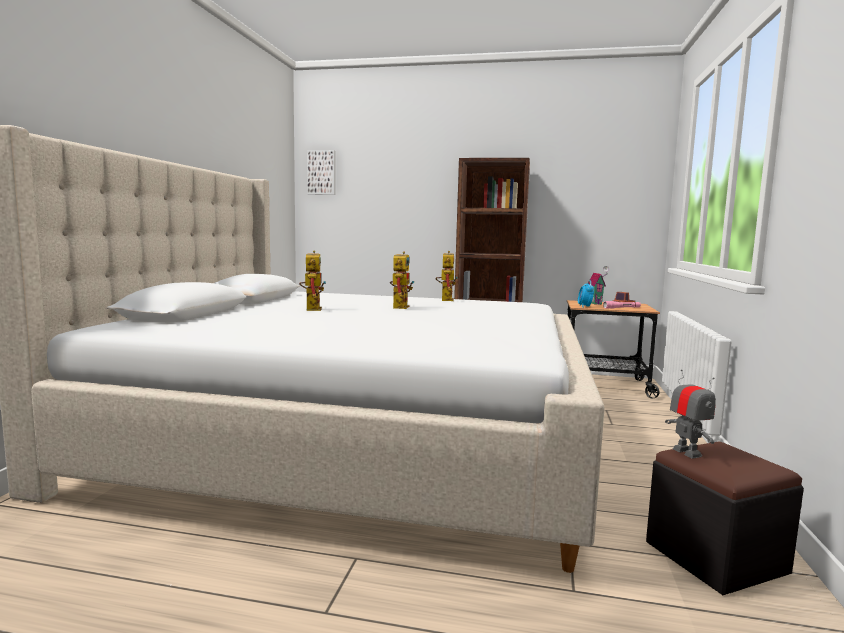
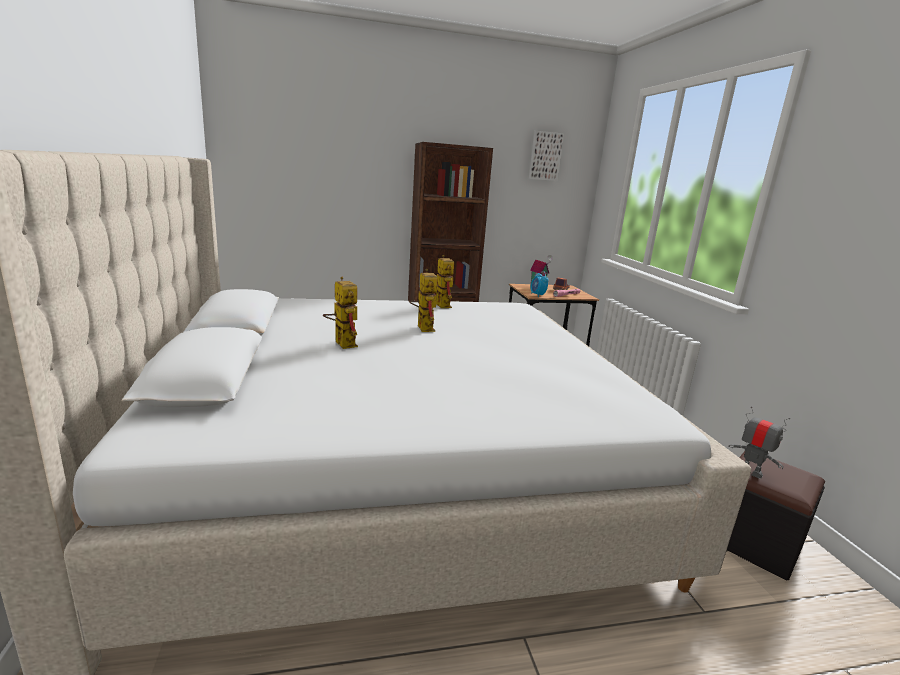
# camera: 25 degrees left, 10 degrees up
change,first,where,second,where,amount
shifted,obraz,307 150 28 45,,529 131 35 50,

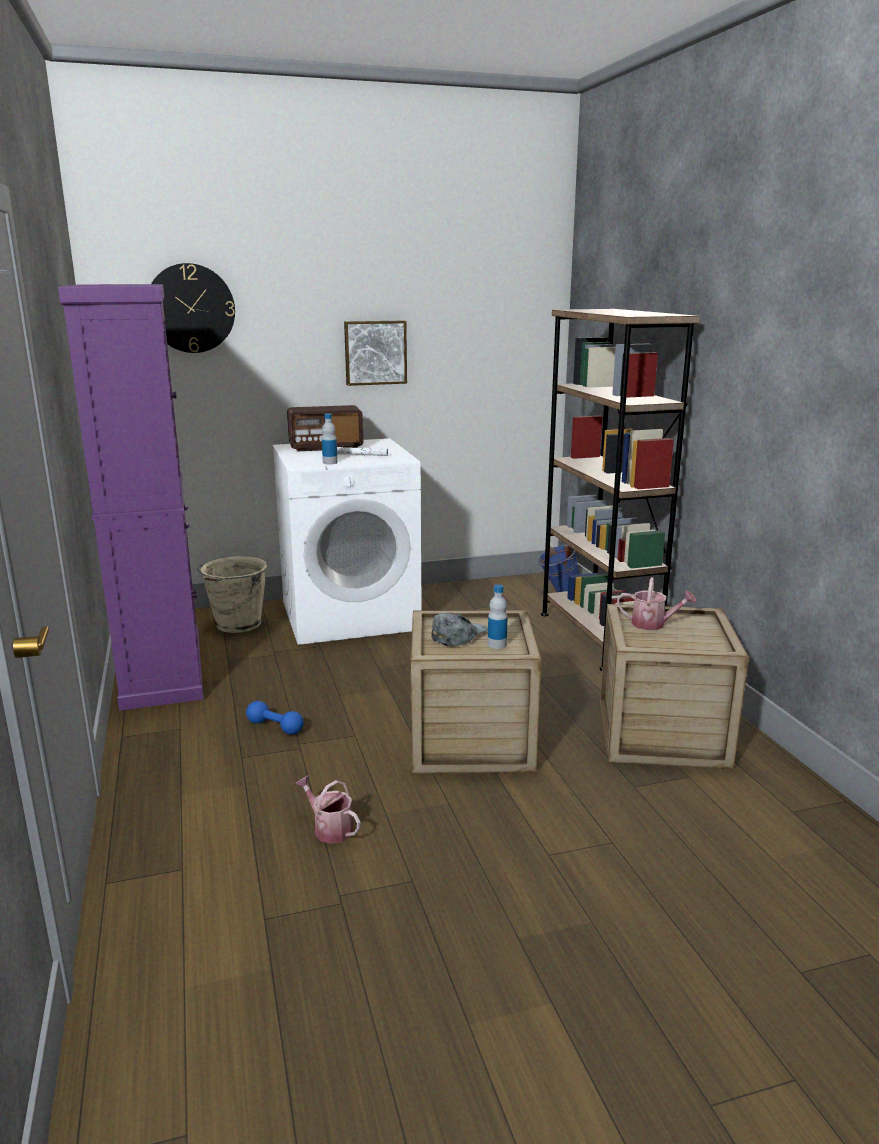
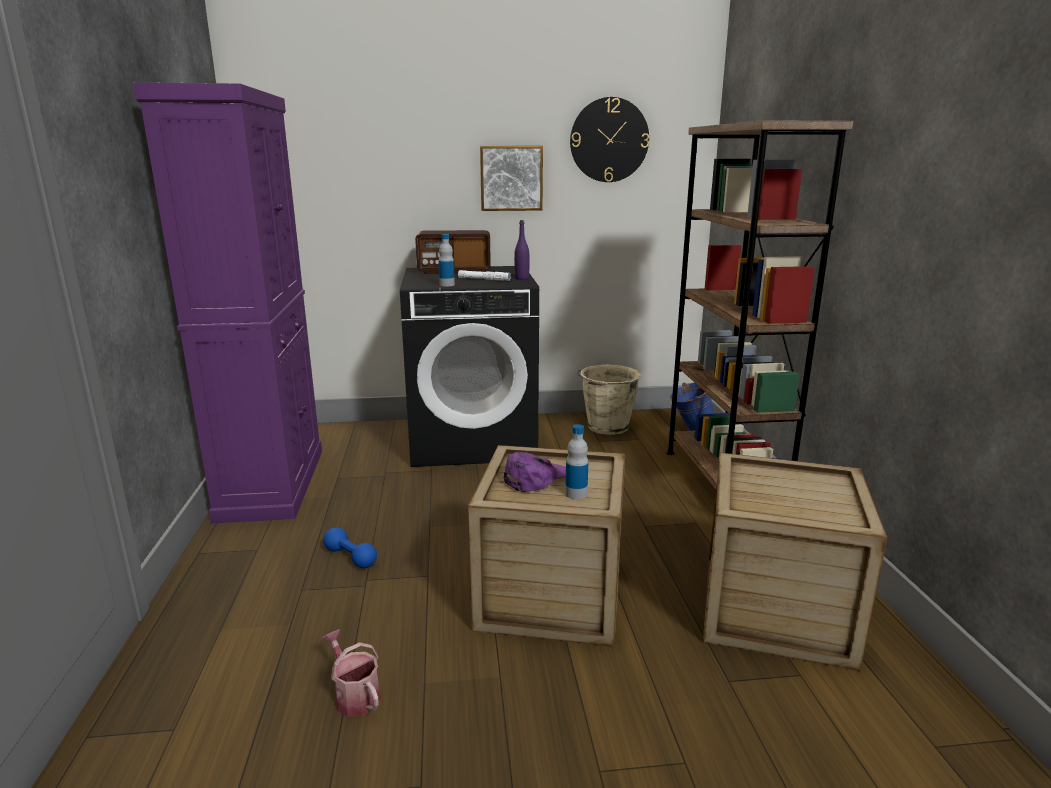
# camera: 10 degrees right, 0 degrees up
change,first,where,second,where,amount
repainted,pralka [biały],273 438 149 207,pralka [czarny],400 266 139 201,
repainted,czapka z daszkiem [szary],431 612 57 35,czapka z daszkiem [fioletowy],504 452 62 40,
new,,,butelka [fioletowy],514 220 15 60,
shifted,zegar ścienny,151 263 84 90,,570 97 79 85,
shifted,wiadro [beżowy],197 557 70 76,,577 365 64 70,
gone,konewka,617 577 79 53,,,

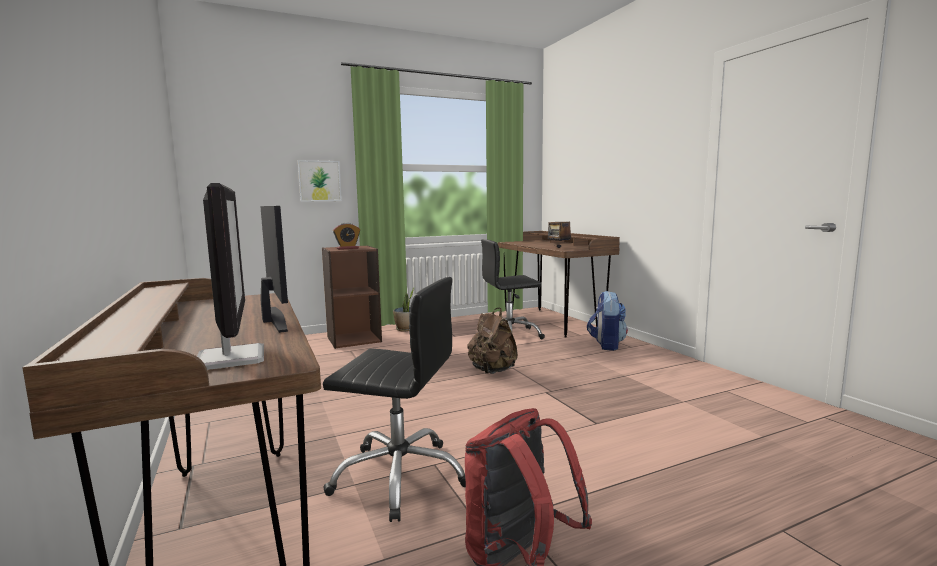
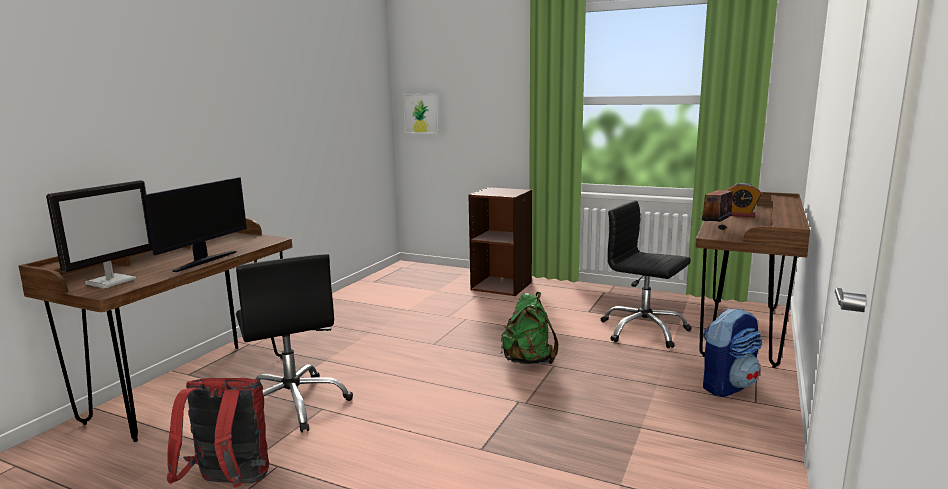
# camera: 50 degrees right, 5 degrees up
change,first,where,second,where,amount
shifted,obraz,298 160 44 42,,403 93 36 41,
repainted,plecak [brązowy],467 307 51 67,plecak [zielony],501 292 57 72,
shifted,budzik,333 223 27 27,,726 183 35 34,
gone,roślina doniczkowa,393 287 22 44,,,

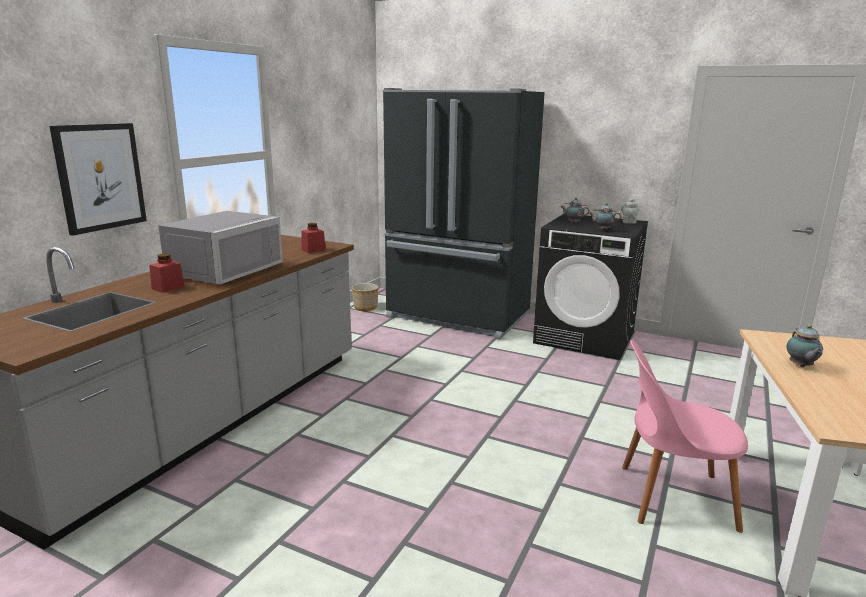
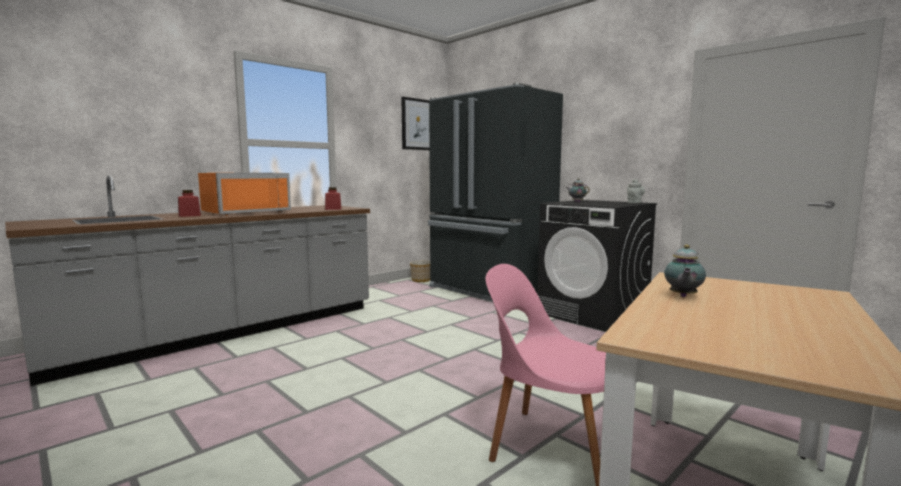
# camera: 20 degrees right, 10 degrees down
change,first,where,second,where,amount
repainted,mikrofalówka [szary],158 211 125 73,mikrofalówka [pomarańczowy],198 173 93 43,
shifted,obraz,49 123 98 113,,401 97 28 53,
gone,imbryk,589 203 32 27,,,

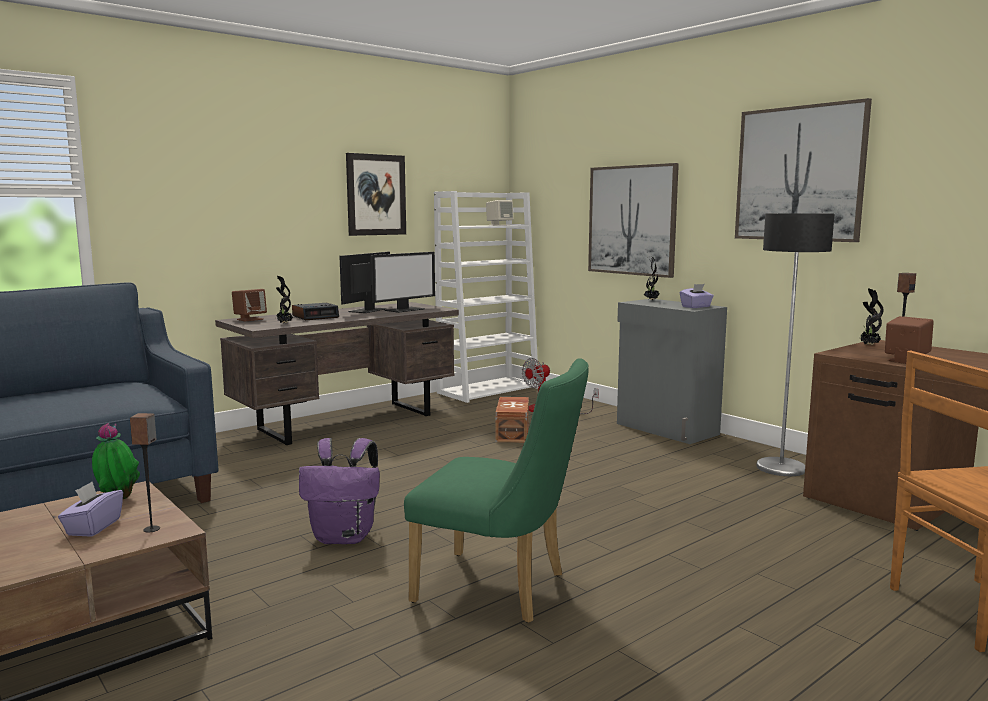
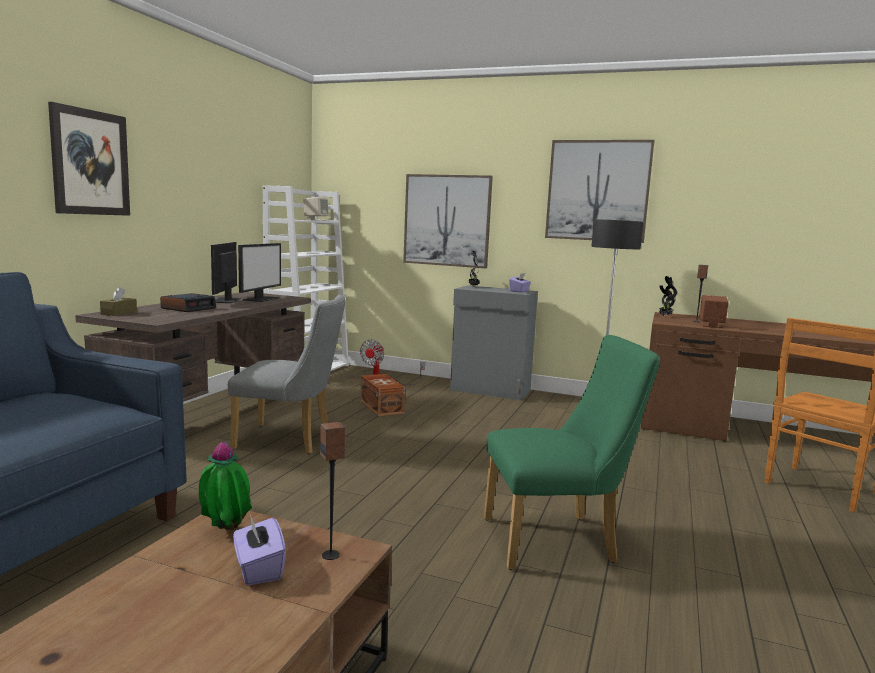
# camera: 30 degrees left, 0 degrees up
change,first,where,second,where,amount
shifted,obraz,346 153 60 83,,48 102 82 114,
swapped,głośnik [brązowy],232 289 35 33,pudełko chusteczek [brązowy],100 287 37 29,
new,,,krzesło [szary],228 295 117 159,
gone,roślina doniczkowa,275 276 18 47,,,
gone,plecak [fioletowy],299 438 81 106,,,

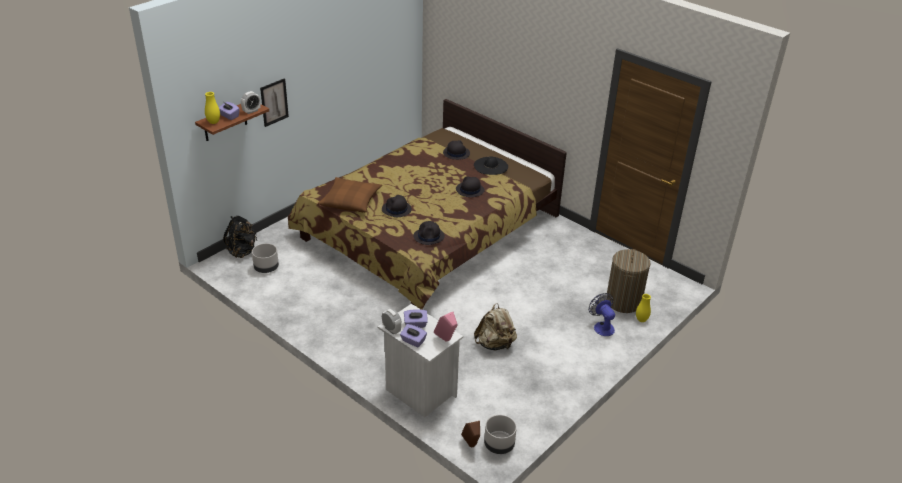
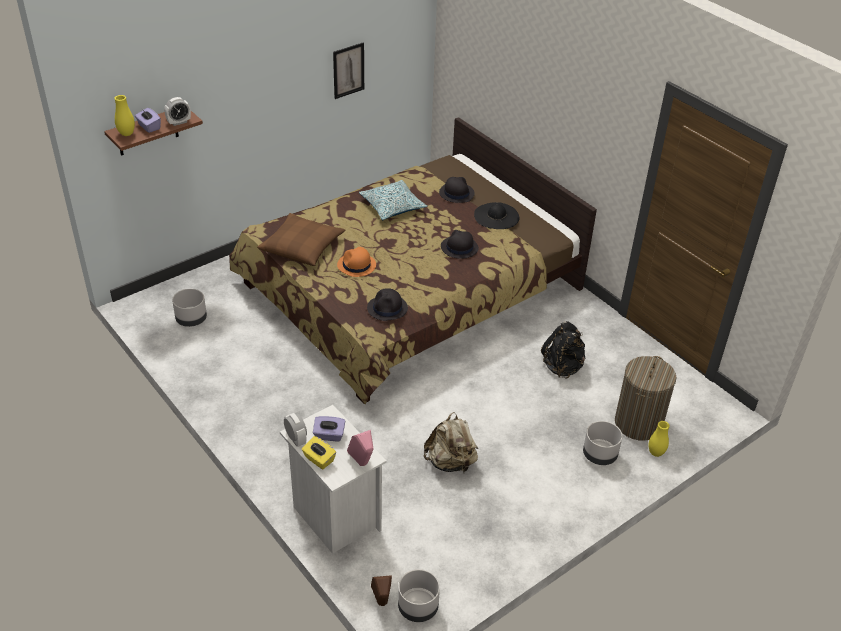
# camera: 10 degrees right, 5 degrees up
change,first,where,second,where,amount
repainted,pudełko chusteczek [fioletowy],400 324 27 23,pudełko chusteczek [żółty],302 436 34 33,
shifted,obraz,260 78 29 49,,333 43 31 56,
repainted,kapelusz [czarny],382 195 30 22,kapelusz [pomarańczowy],337 247 39 30,
new,,,poduszka,359 180 68 40,
shifted,plecak [czarny],223 216 34 42,,541 321 44 58,
swapped,wentylator,589 293 26 43,donica [szary],583 421 39 44,

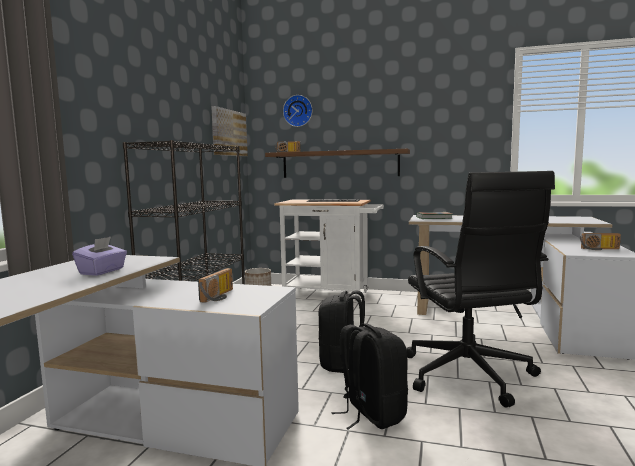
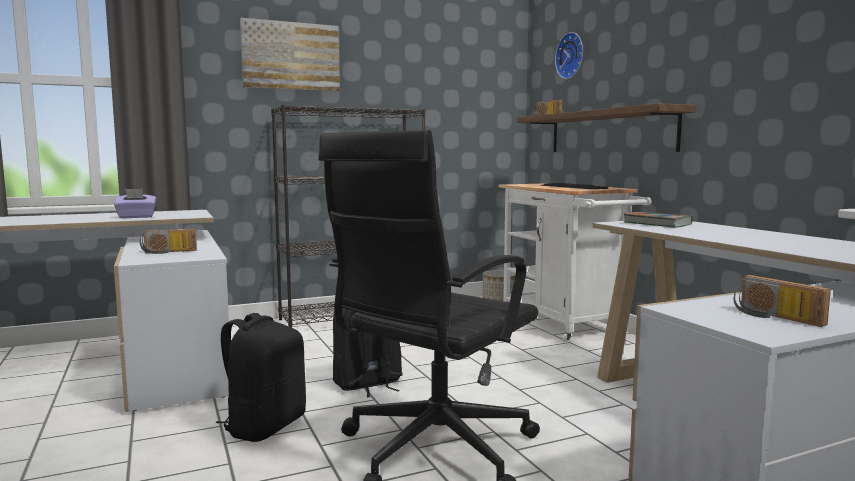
# camera: 50 degrees right, 0 degrees up
change,first,where,second,where,amount
shifted,obraz,211 106 37 50,,240 18 100 73,

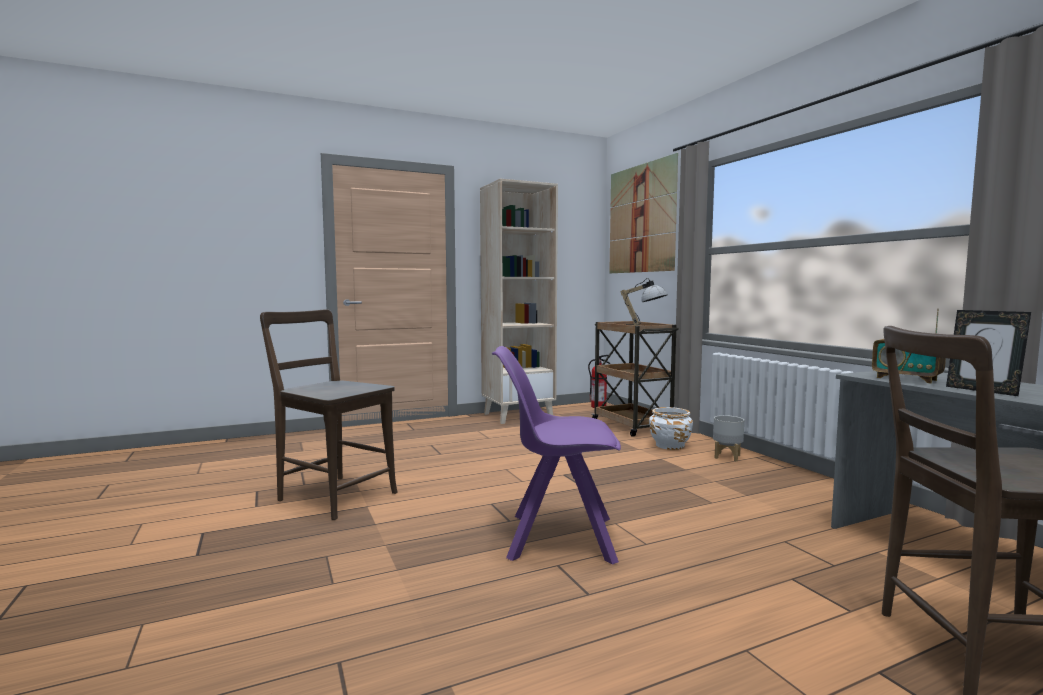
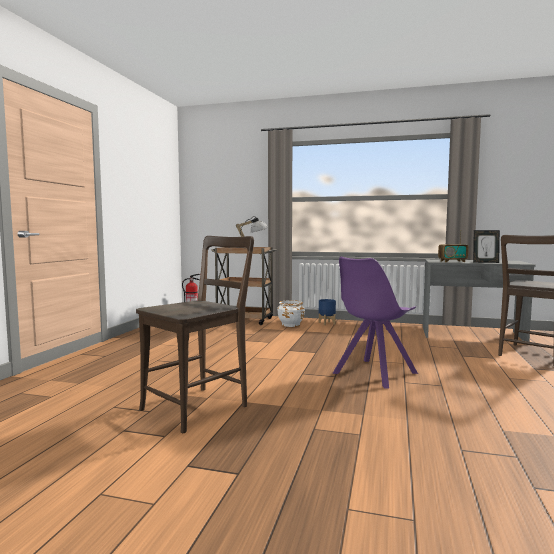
# camera: 50 degrees left, 0 degrees up
change,first,where,second,where,amount
rotated,krzesło [brązowy],260 309 138 211,,136 236 118 197,150 degrees clockwise
repainted,donica [szary],713 415 31 46,donica [niebieski],319 299 17 26,
gone,regał [beżowy],480 179 78 245,,,
gone,obraz,609 153 69 120,,,

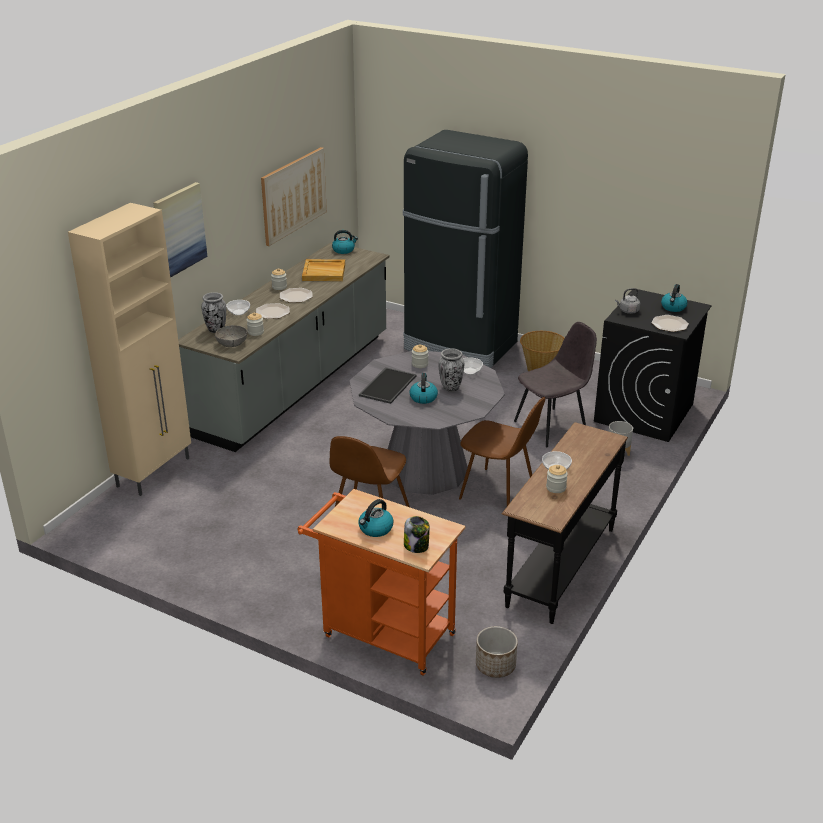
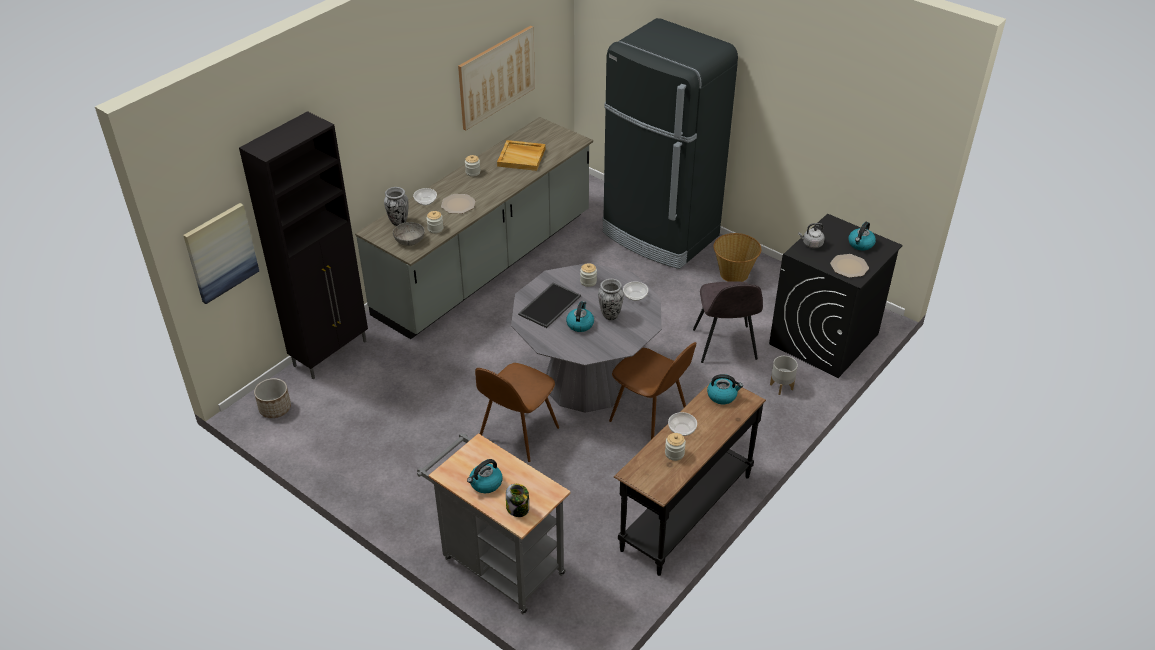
# camera: 10 degrees right, 10 degrees up
change,first,where,second,where,amount
shifted,obraz,153 182 54 96,,183 203 76 101,
repainted,szafka [beżowy],68 203 123 293,szafka [czarny],239 111 129 268,
shifted,donica,476 626 42 52,,254 378 37 40,
repainted,wózek [pomarańczowy],298 489 167 187,wózek [szary],417 433 154 182,
rotated,krzesło [szary],514 322 83 125,,693 281 70 82,105 degrees clockwise
shifted,czajnik,332 230 26 24,,707 374 36 30,
gone,talerz,280 288 32 15,,,

